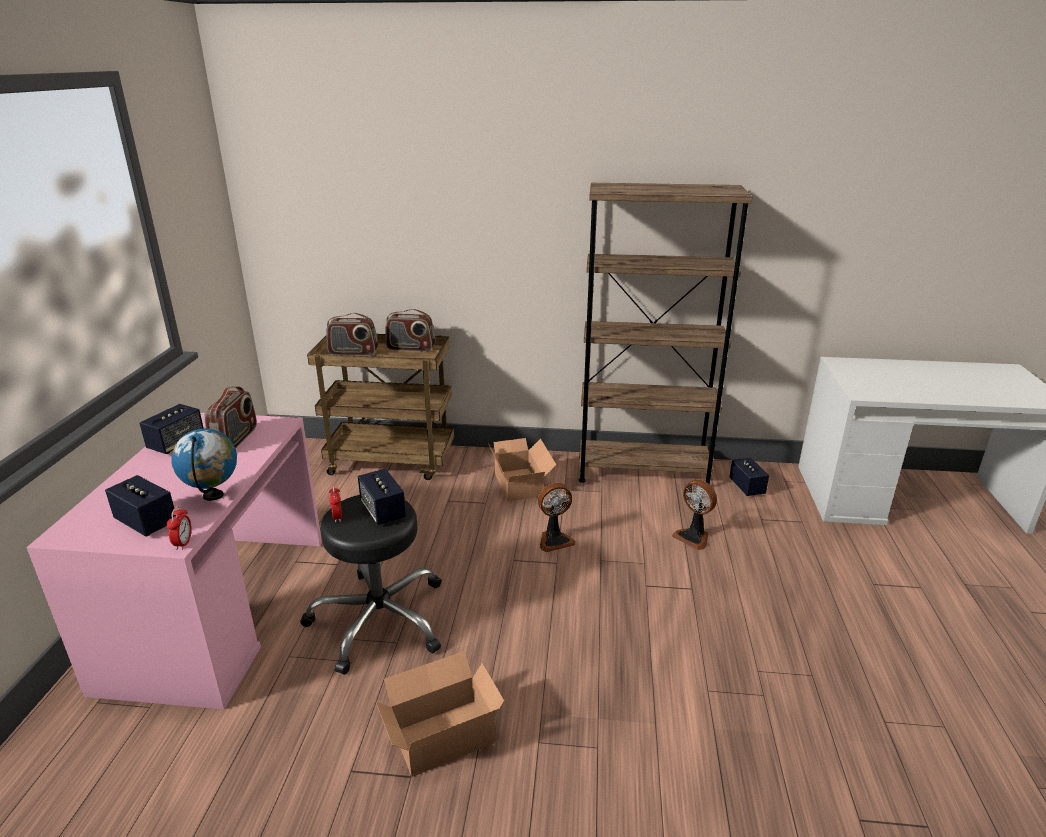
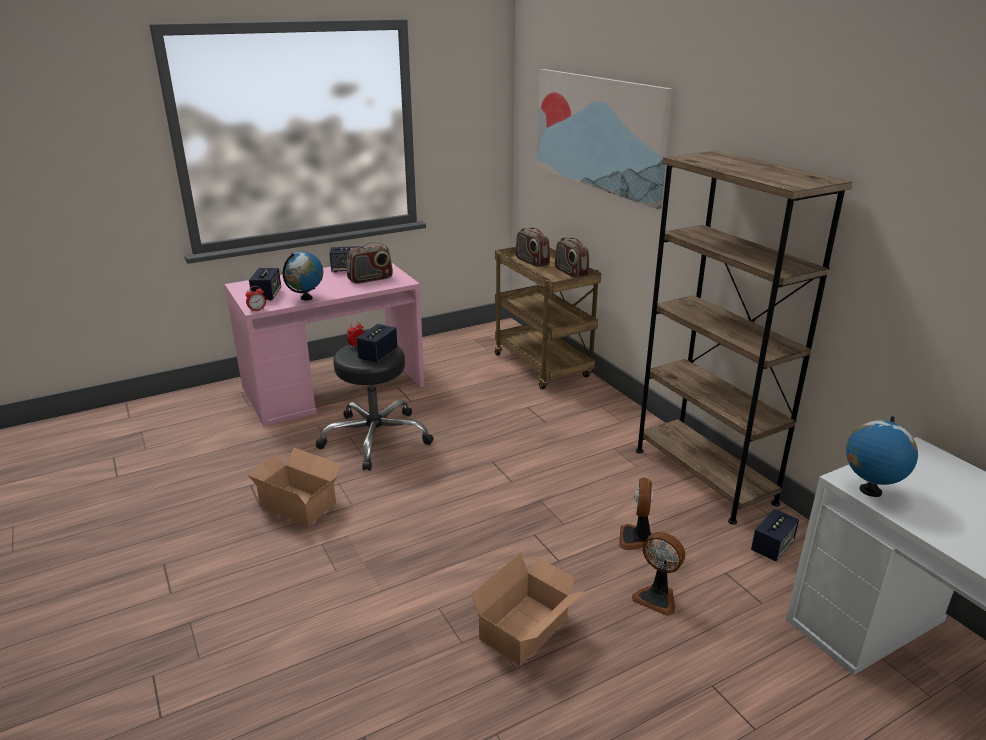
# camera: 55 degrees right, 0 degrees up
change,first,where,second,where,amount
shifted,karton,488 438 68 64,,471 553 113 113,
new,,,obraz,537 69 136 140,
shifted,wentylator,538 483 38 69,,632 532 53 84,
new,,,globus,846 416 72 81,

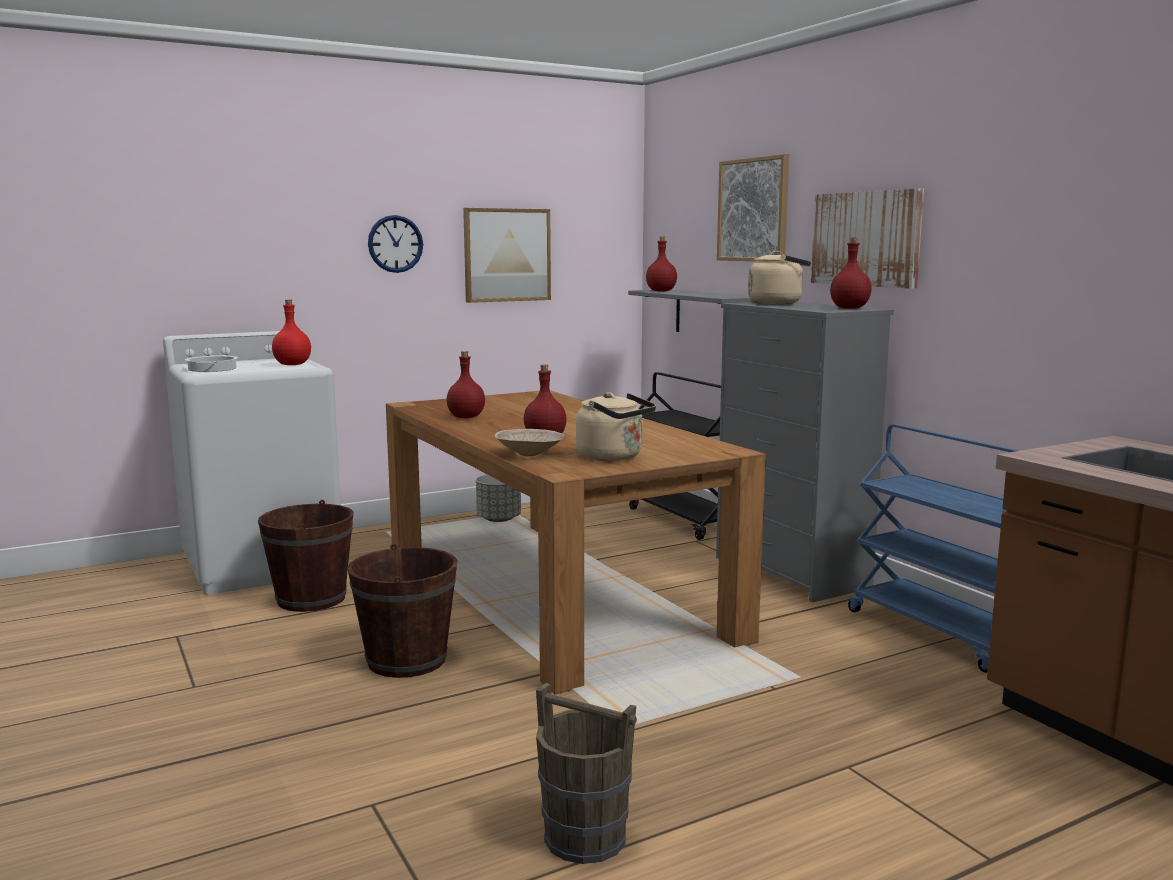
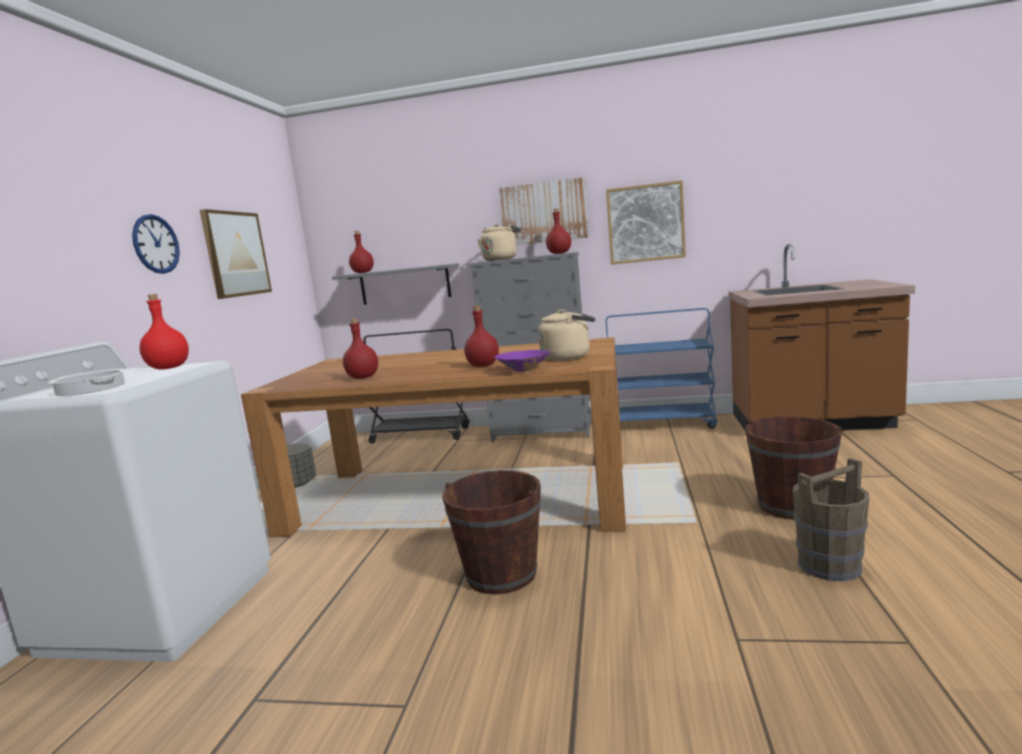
# camera: 50 degrees left, 0 degrees up
change,first,where,second,where,amount
repainted,miska [beżowy],495 429 71 27,miska [fioletowy],494 350 57 22,
shifted,obraz,717 154 72 107,,606 180 80 85,
shifted,wiadro [brązowy],258 500 95 112,,745 416 97 104,

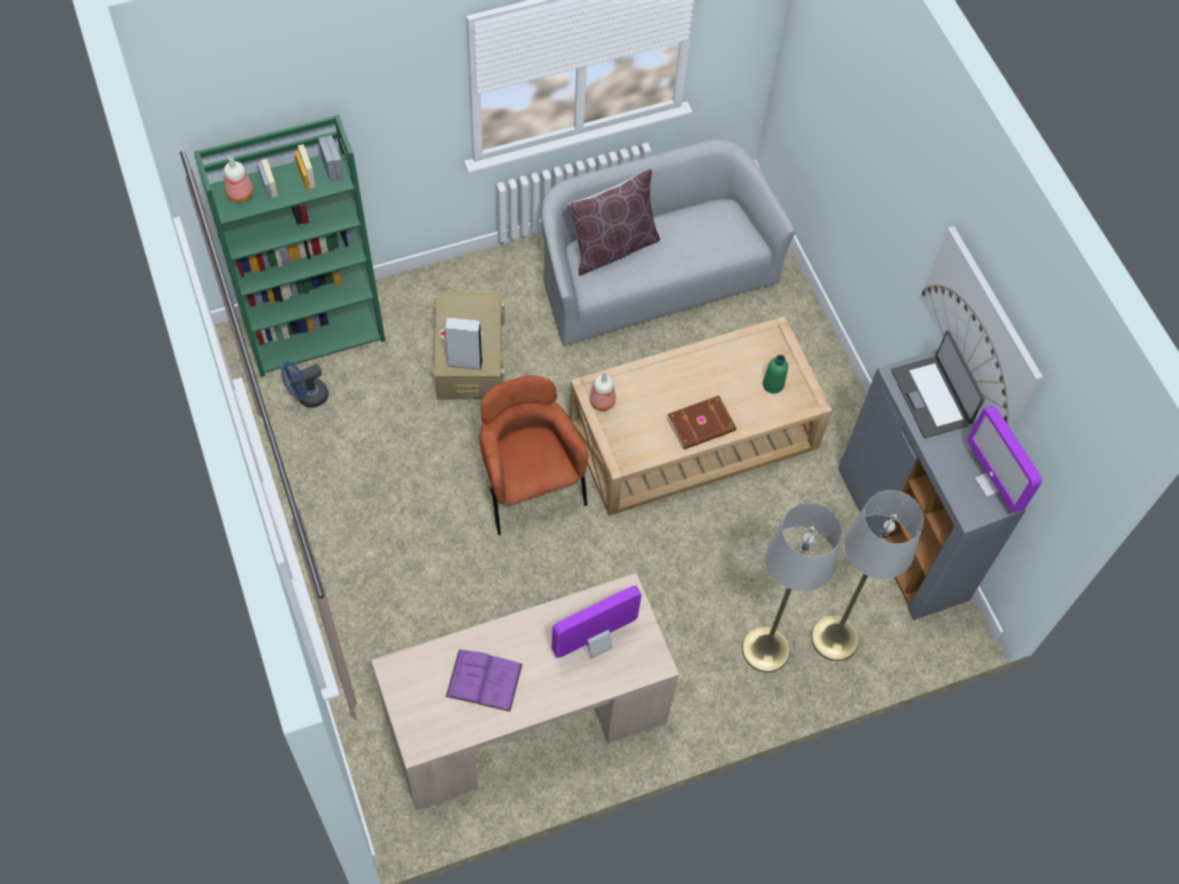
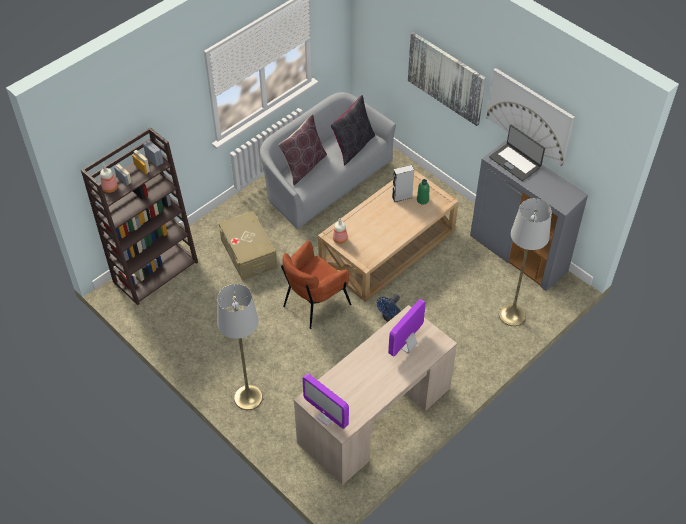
# camera: 20 degrees left, 10 degrees down
change,first,where,second,where,amount
repainted,regał [zielony],194 115 191 262,regał [brązowy],81 127 117 178,
shifted,lampa stojąca [szary],742 502 100 170,,217 284 46 126,
rotated,fotel [brązowy],479 375 109 160,,281 241 70 88,90 degrees counterclockwise
shifted,monitor,968 406 74 107,,302 373 47 56,
new,,,poduszka [czarny],331 95 44 70,
shifted,wentylator [niebieski],281 361 47 47,,377 294 24 28,
shifted,głośnik [szary],445 317 38 53,,392 165 22 37,
new,,,obraz,408 32 78 94,
gone,książka [fioletowy],446 649 77 63,,,
gone,książka [brązowy],667 396 69 54,,,

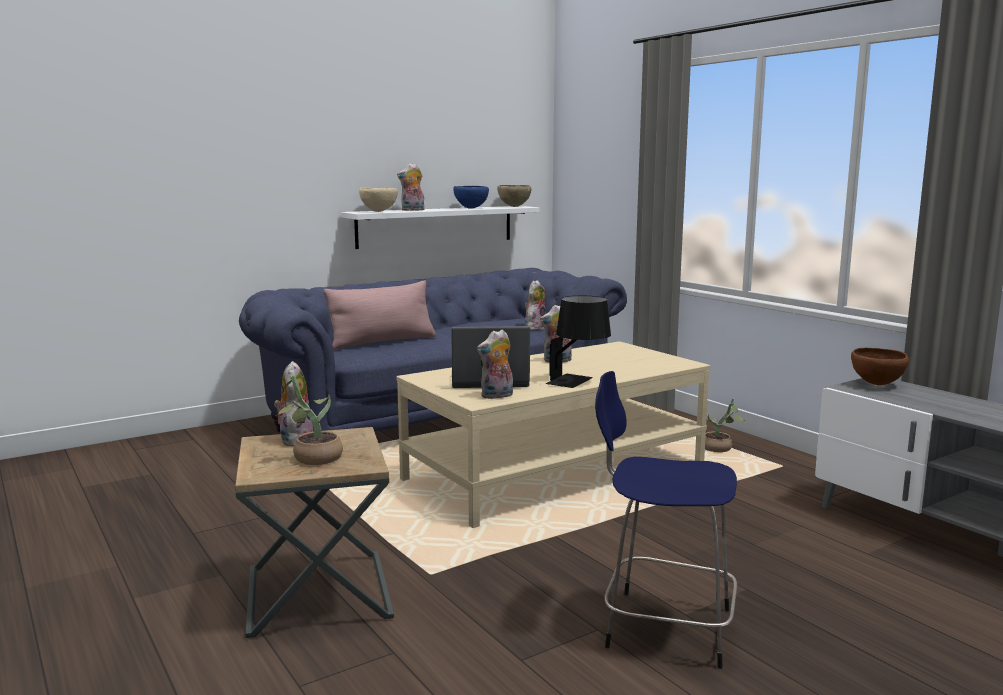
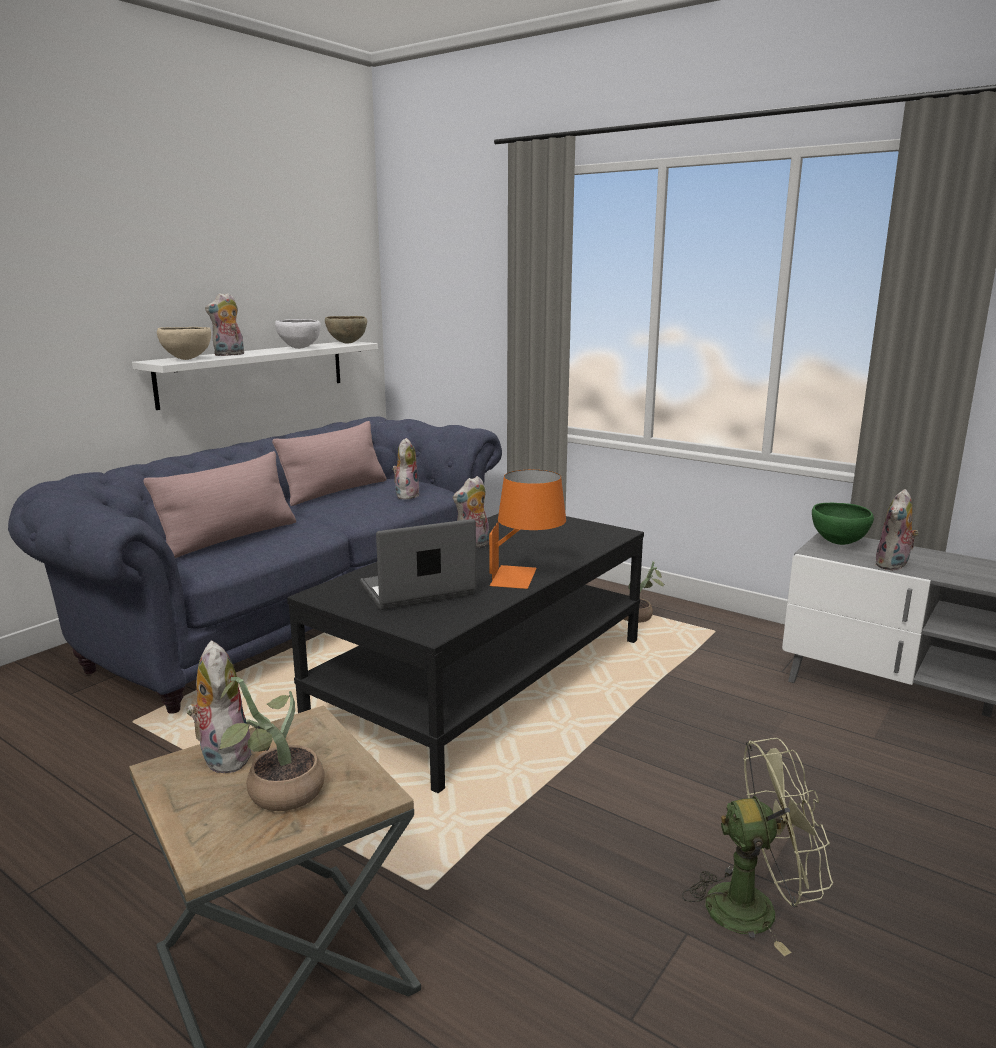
# camera: 20 degrees left, 5 degrees up
change,first,where,second,where,amount
new,,,poduszka [różowy],272 421 115 85,
repainted,miska [niebieski],453 186 36 23,miska [biały],275 319 46 30,
repainted,ława [beżowy],396 341 314 187,ława [czarny],287 513 357 280,
repainted,lampa stołowa [czarny],546 295 65 93,lampa stołowa [pomarańczowy],489 470 77 119,
swapped,stołek [niebieski],595 371 142 298,wentylator [zielony],682 738 151 218,
repainted,miska [brązowy],851 348 58 37,miska [zielony],812 503 62 42,
shifted,pluszak,477 330 36 69,,875 489 44 81,

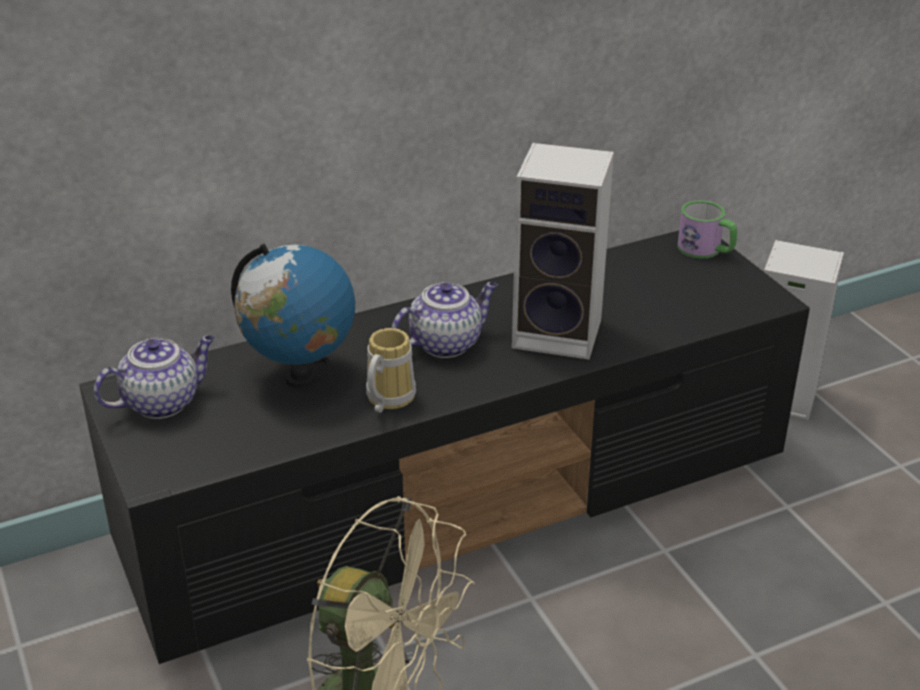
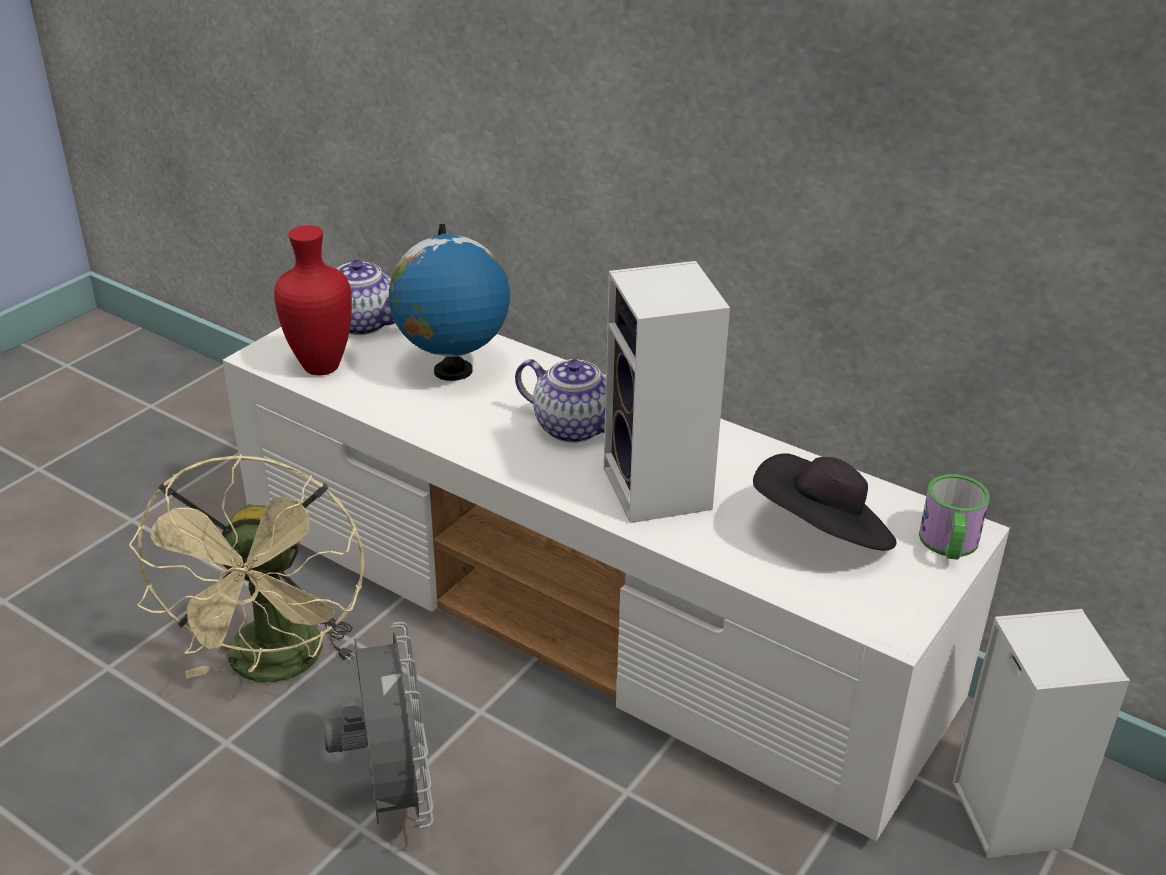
# camera: 60 degrees right, 0 degrees up
change,first,where,second,where,amount
repainted,szafka pod telewizor [czarny],79 231 731 433,szafka pod telewizor [biały],223 323 787 518,
new,,,wazon [czerwony],274 225 78 150,
new,,,wentylator [szary],323 622 111 207,
new,,,kapelusz [czarny],753 453 144 98,
gone,kubek,366 328 50 85,,,

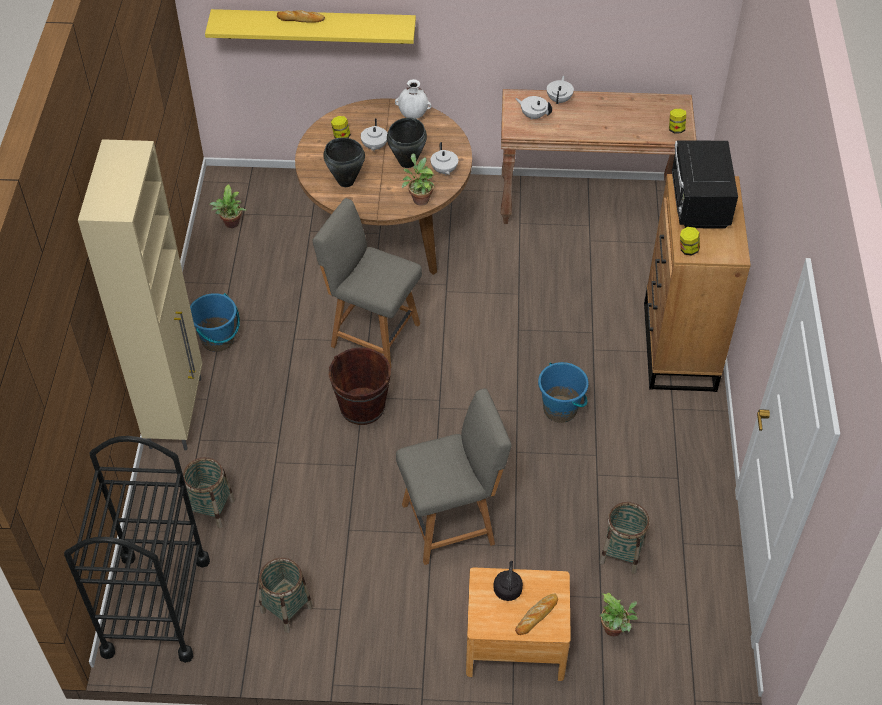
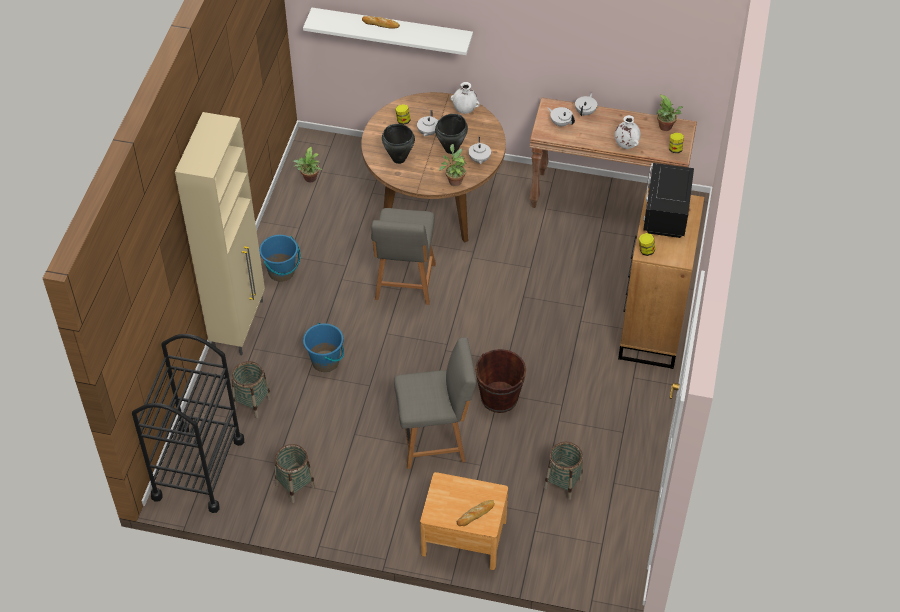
# camera: 10 degrees right, 0 degrees up
change,first,where,second,where,amount
repainted,półka [żółty],205 9 211 35,półka [biały],303 8 170 47,
shifted,wiadro [niebieski],538 362 51 61,,303 323 41 49,
rotated,krzesło [szary],313 198 109 169,,371 208 65 97,120 degrees counterclockwise
shifted,wiadro [brązowy],329 348 62 77,,475 349 51 64,
new,,,wazon [biały],615 115 25 34,
shifted,roślina doniczkowa,599 593 39 43,,657 94 27 37,
gone,czajnik [czarny],493 561 30 40,,,

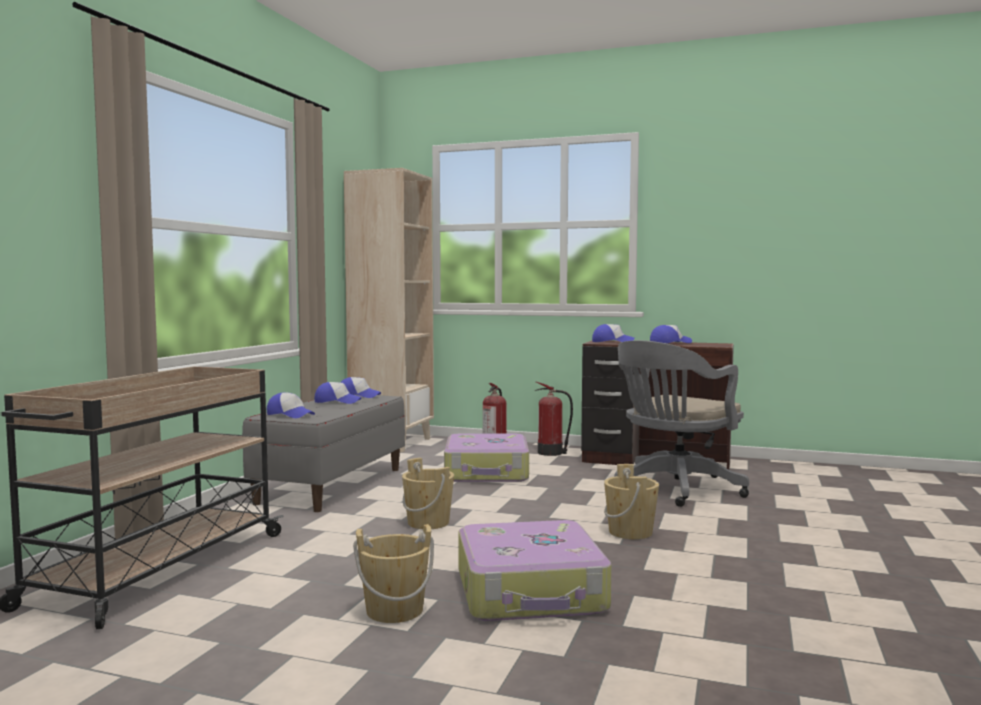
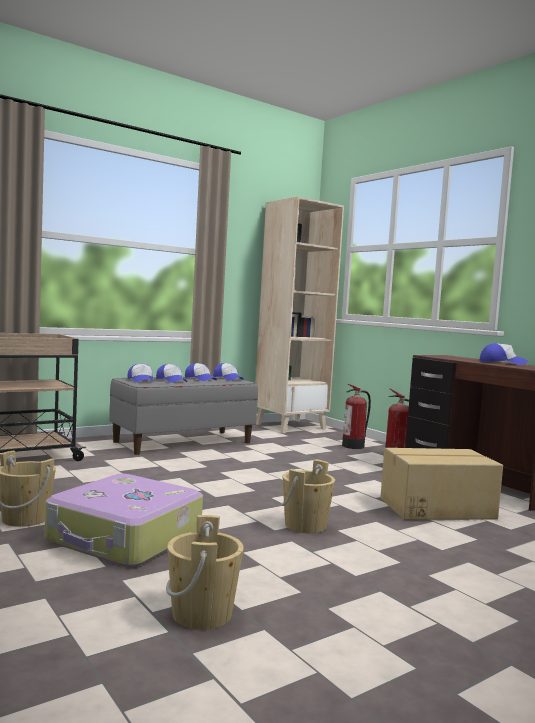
# camera: 35 degrees right, 0 degrees up
change,first,where,second,where,amount
shifted,czapka z daszkiem,592 324 43 18,,156 364 31 19,
shifted,wiadro [beżowy],402 458 52 71,,166 515 78 115,
swapped,krzesło biurowe [szary],614 340 135 167,karton,380 448 123 72,
gone,walizka,444 434 85 48,,,

